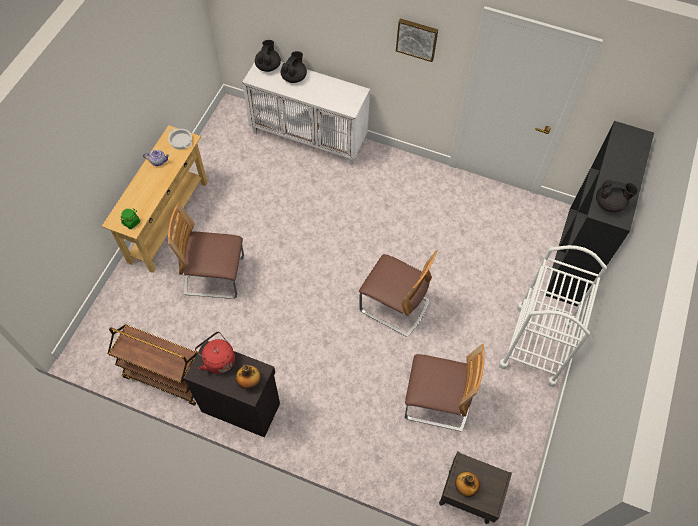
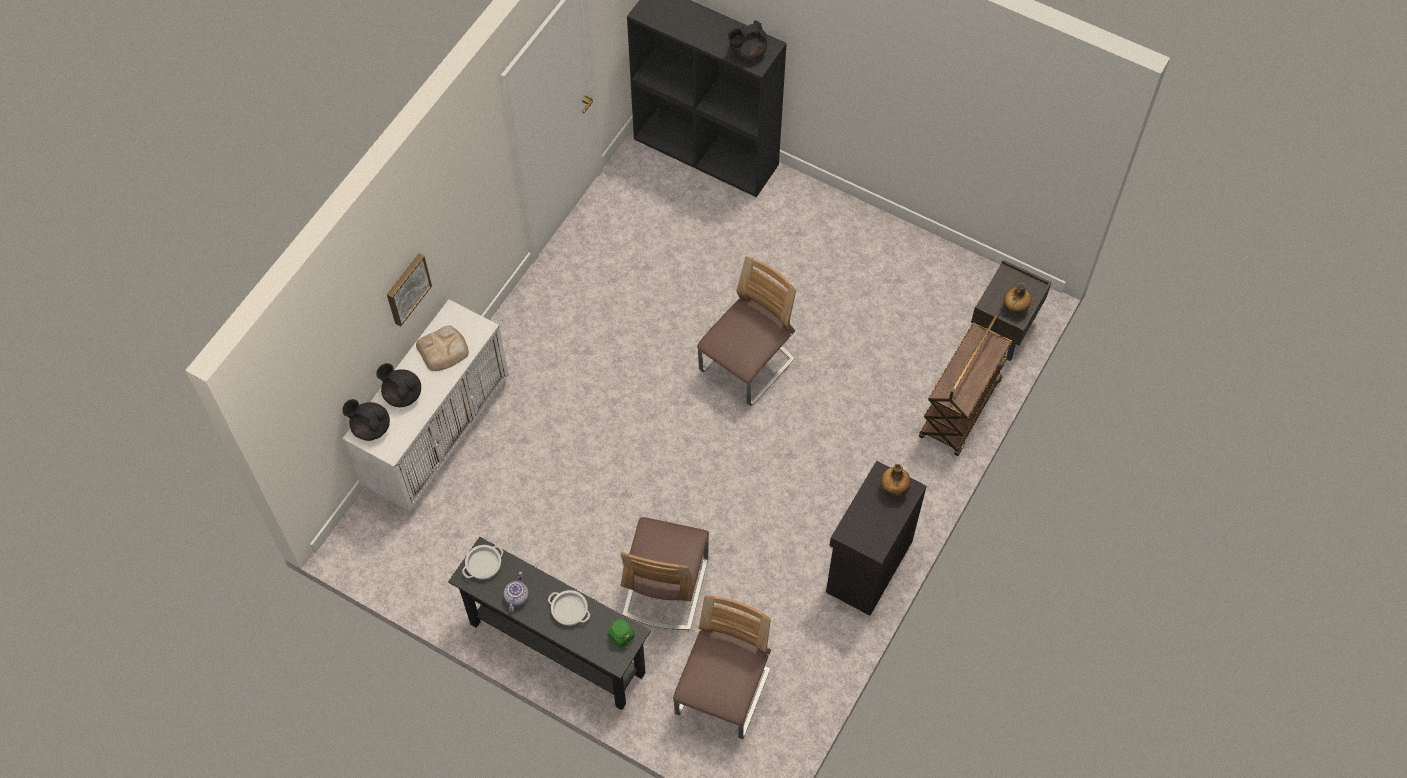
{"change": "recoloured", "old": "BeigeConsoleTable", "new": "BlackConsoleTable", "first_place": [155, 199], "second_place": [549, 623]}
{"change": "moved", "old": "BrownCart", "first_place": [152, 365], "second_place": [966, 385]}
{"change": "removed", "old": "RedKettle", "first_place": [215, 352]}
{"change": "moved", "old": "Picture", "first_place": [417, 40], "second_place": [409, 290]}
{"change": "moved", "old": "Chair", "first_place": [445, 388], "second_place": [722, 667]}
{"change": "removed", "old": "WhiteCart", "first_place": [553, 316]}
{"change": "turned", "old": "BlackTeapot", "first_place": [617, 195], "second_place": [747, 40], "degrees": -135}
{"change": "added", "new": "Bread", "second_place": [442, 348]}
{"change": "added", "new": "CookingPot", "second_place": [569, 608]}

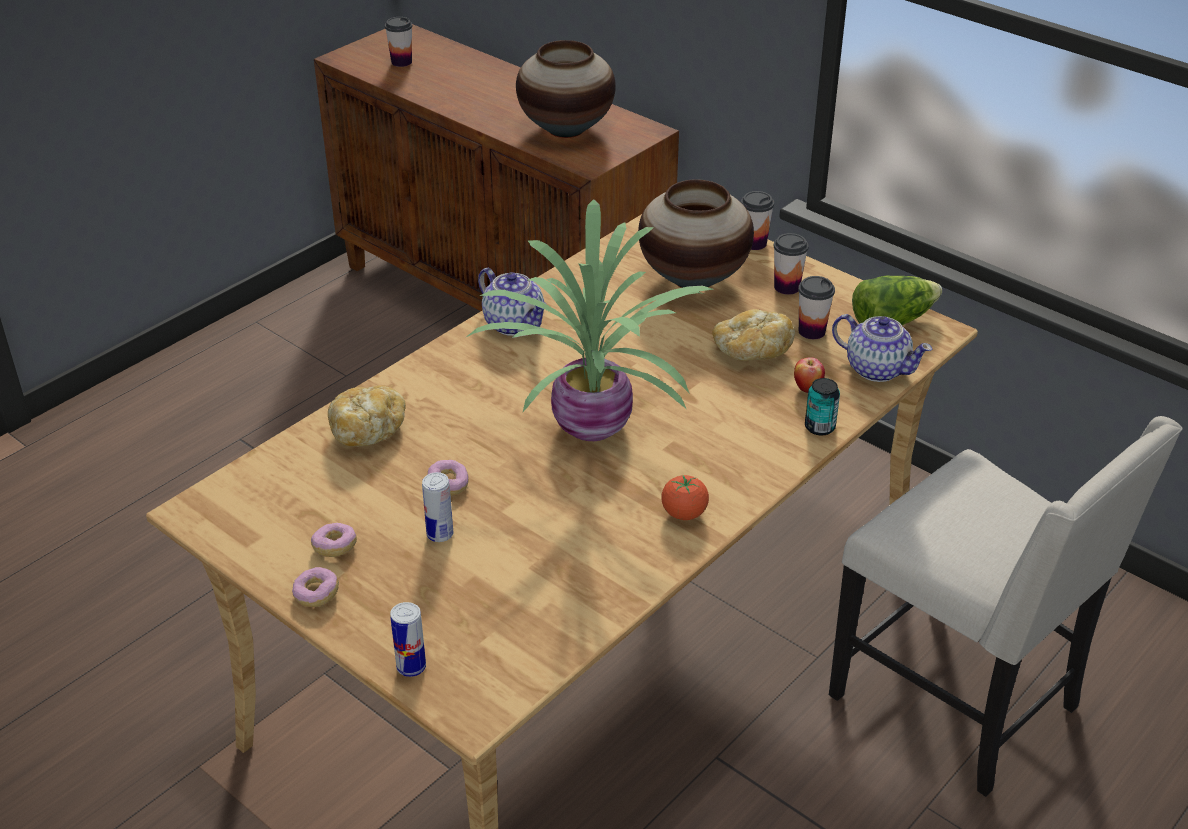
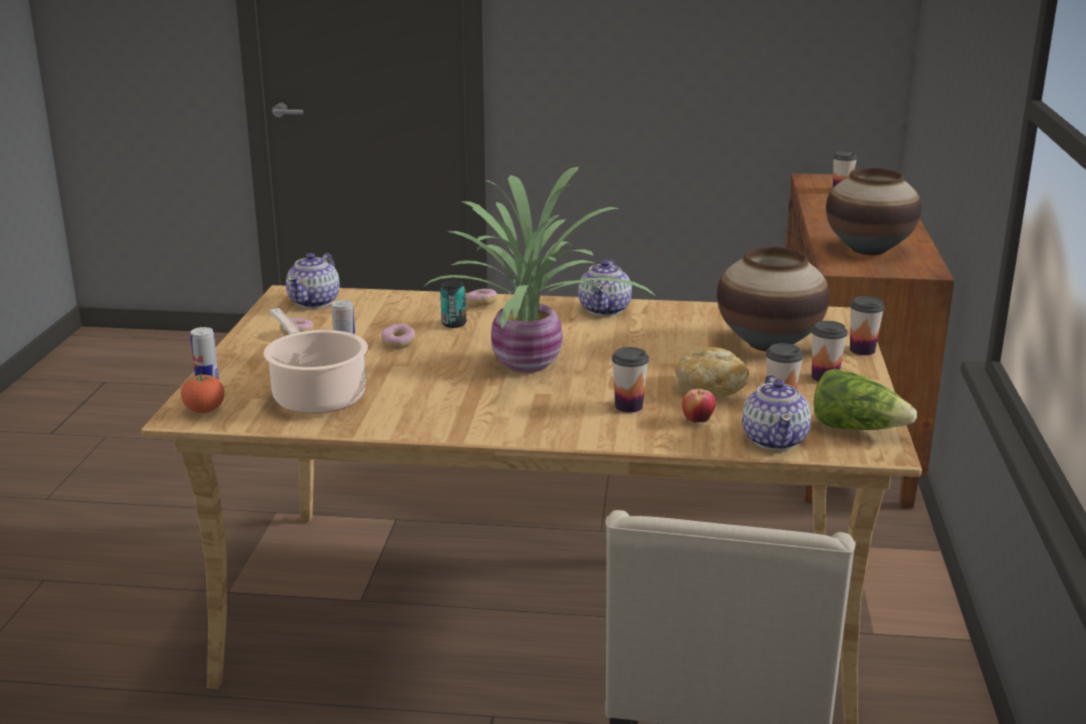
{"change": "moved", "old": "Donut", "first_place": [315, 587], "second_place": [481, 297]}
{"change": "removed", "old": "Bread", "first_place": [367, 415]}
{"change": "moved", "old": "Tomato", "first_place": [685, 497], "second_place": [202, 393]}
{"change": "moved", "old": "Can", "first_place": [822, 407], "second_place": [453, 304]}
{"change": "added", "new": "CookingPot", "second_place": [316, 361]}
{"change": "added", "new": "Teapot", "second_place": [313, 280]}
{"change": "added", "new": "Cup", "second_place": [630, 380]}

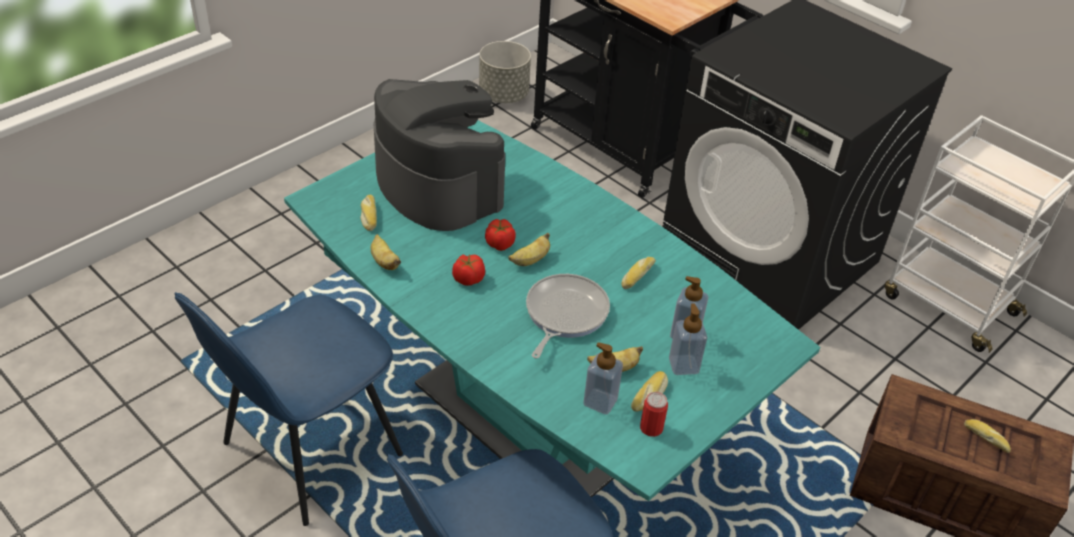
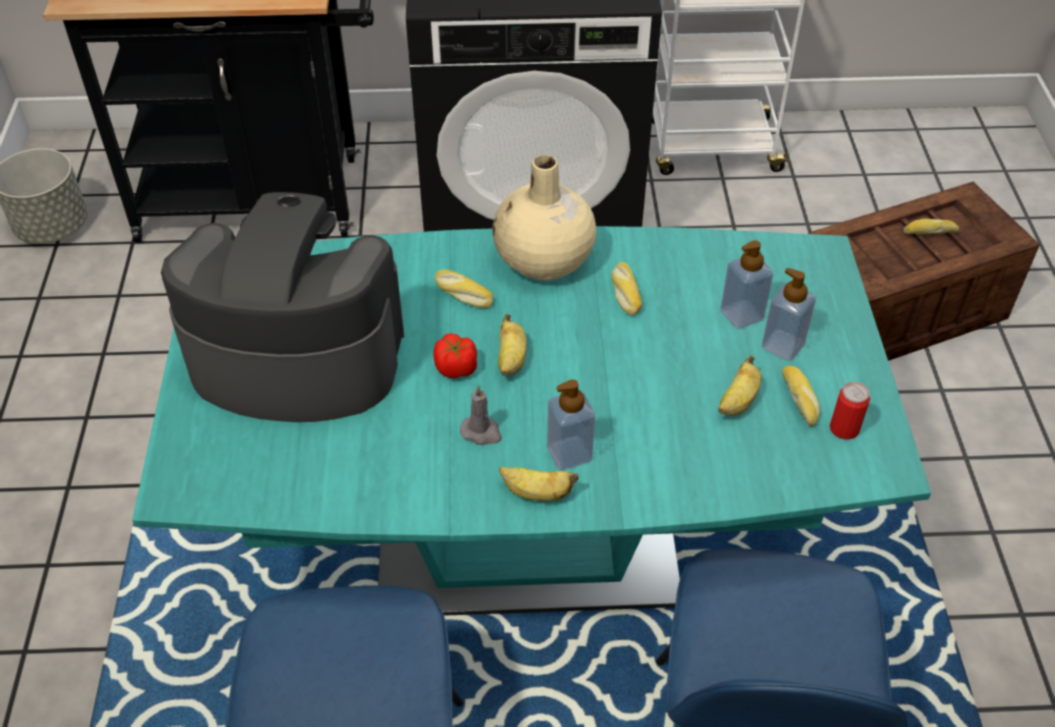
{"change": "moved", "old": "Bread", "first_place": [368, 213], "second_place": [463, 289]}
{"change": "moved", "old": "Banana", "first_place": [386, 252], "second_place": [539, 483]}
{"change": "replaced", "old": "Tomato", "new": "GreyCandle", "first_place": [468, 270], "second_place": [481, 415]}
{"change": "removed", "old": "FryingPan", "first_place": [568, 316]}
{"change": "moved", "old": "SoapDispenser", "first_place": [603, 378], "second_place": [571, 424]}
{"change": "added", "new": "BeigeVase", "second_place": [544, 218]}

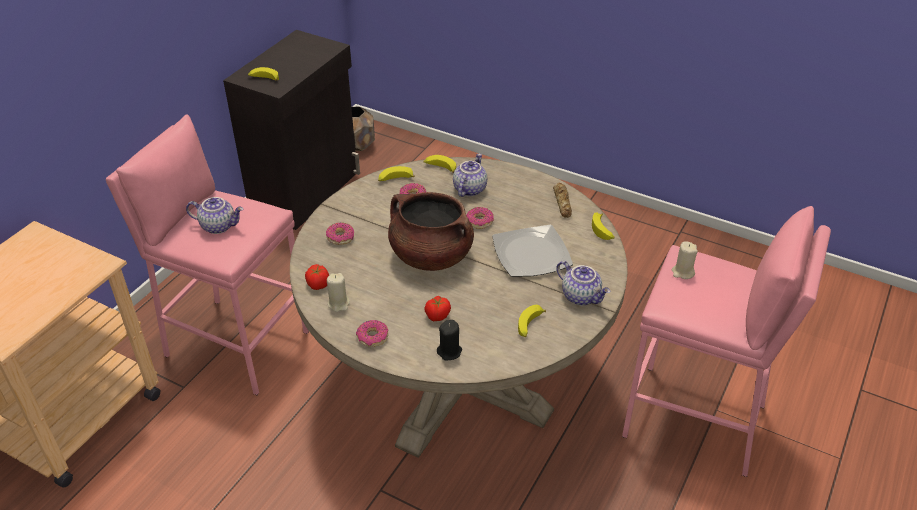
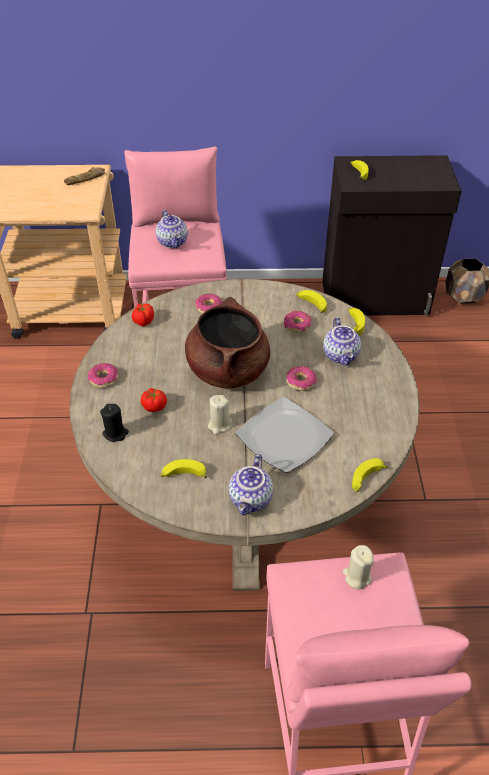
{"change": "moved", "old": "BeigeCandle", "first_place": [338, 292], "second_place": [220, 414]}
{"change": "turned", "old": "Teapot", "first_place": [470, 175], "second_place": [342, 341], "degrees": 90}
{"change": "moved", "old": "Bread", "first_place": [562, 200], "second_place": [84, 176]}

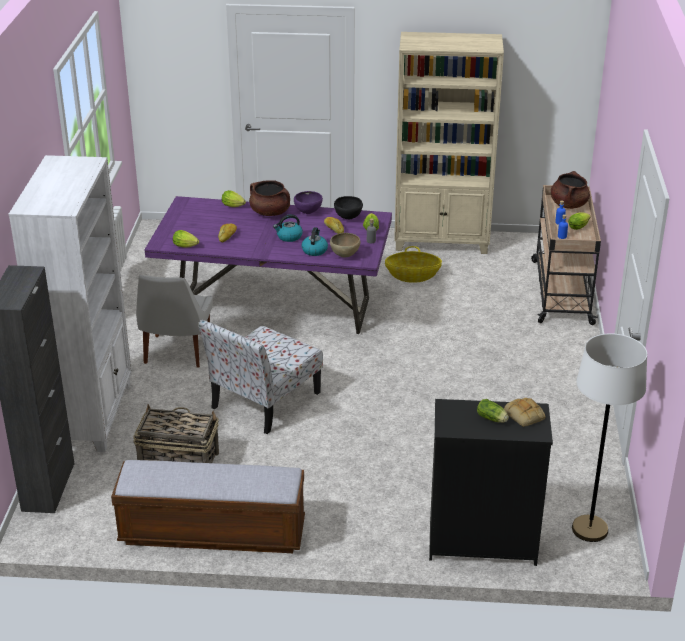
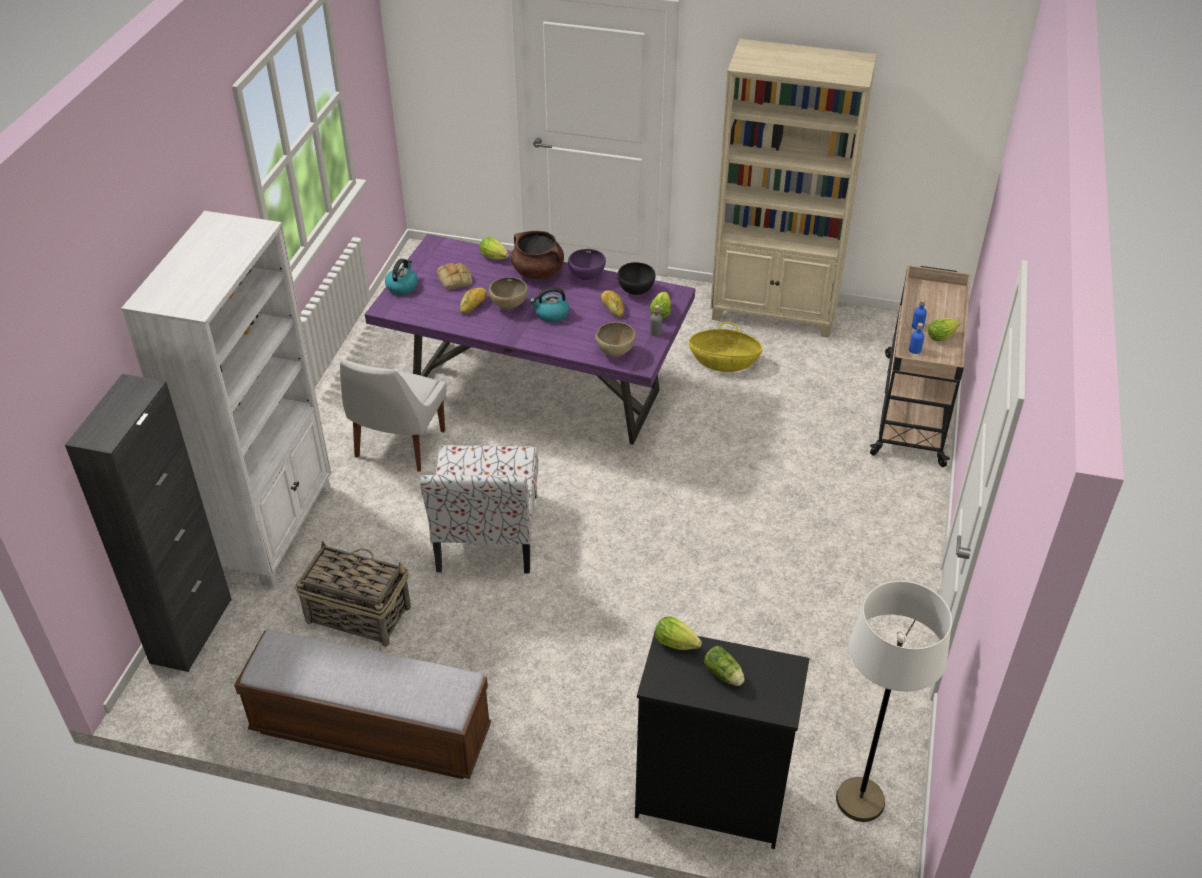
{"change": "moved", "old": "Lettuce", "first_place": [186, 239], "second_place": [678, 633]}
{"change": "turned", "old": "Chair", "first_place": [260, 376], "second_place": [479, 509], "degrees": -45}
{"change": "moved", "old": "Kettle", "first_place": [315, 241], "second_place": [401, 277]}
{"change": "moved", "old": "Bread", "first_place": [525, 412], "second_place": [455, 276]}
{"change": "removed", "old": "BrownCookingPot", "first_place": [570, 190]}
{"change": "added", "new": "BrownBowl", "second_place": [508, 293]}

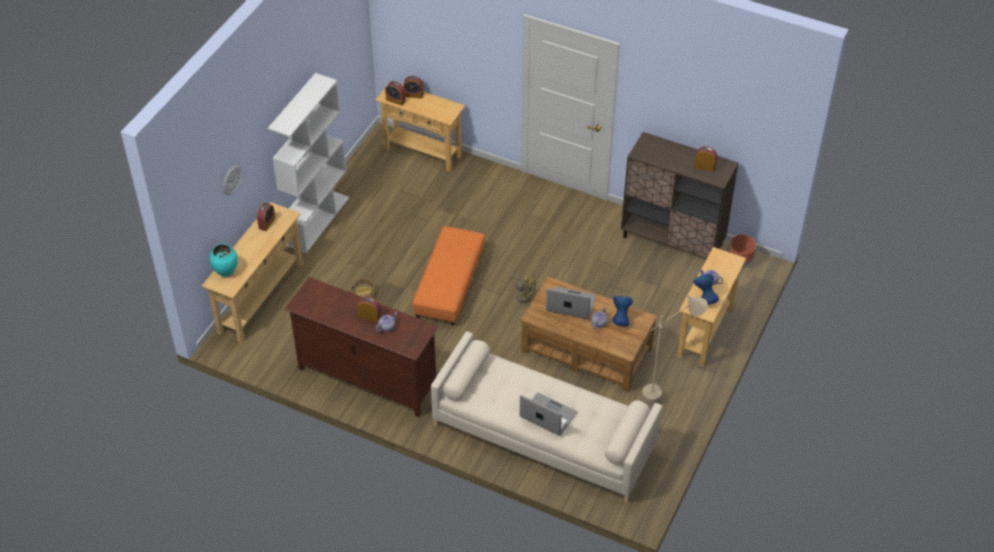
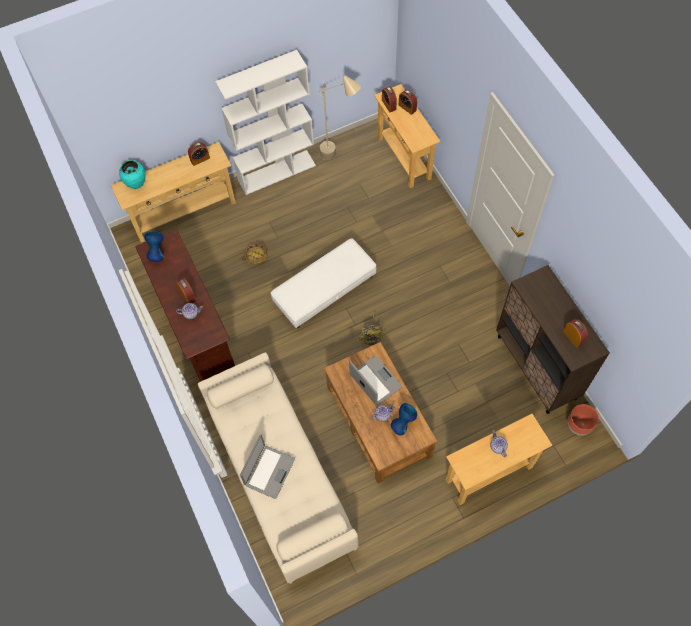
{"change": "removed", "old": "WallClock", "first_place": [232, 180]}
{"change": "recoloured", "old": "OrangeOttoman", "new": "WhiteOttoman", "first_place": [449, 275], "second_place": [323, 283]}
{"change": "turned", "old": "Laptop", "first_place": [548, 414], "second_place": [267, 467], "degrees": 45}
{"change": "moved", "old": "BeigeFloorLamp", "first_place": [675, 352], "second_place": [339, 117]}
{"change": "moved", "old": "BlueVase", "first_place": [706, 289], "second_place": [154, 247]}

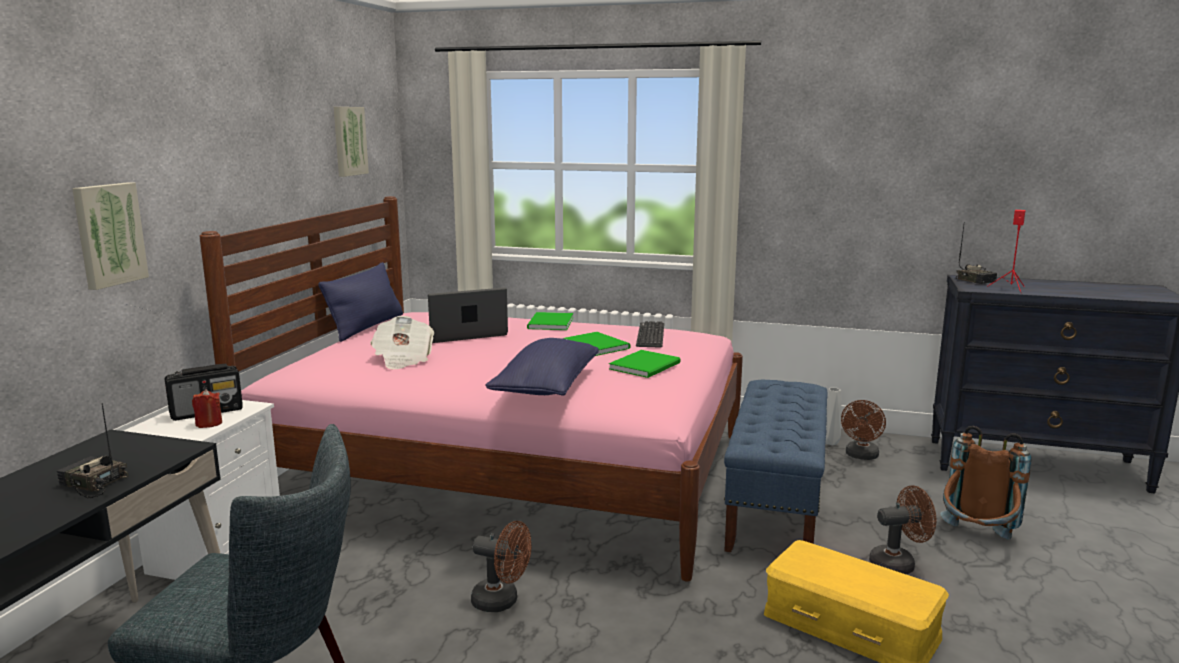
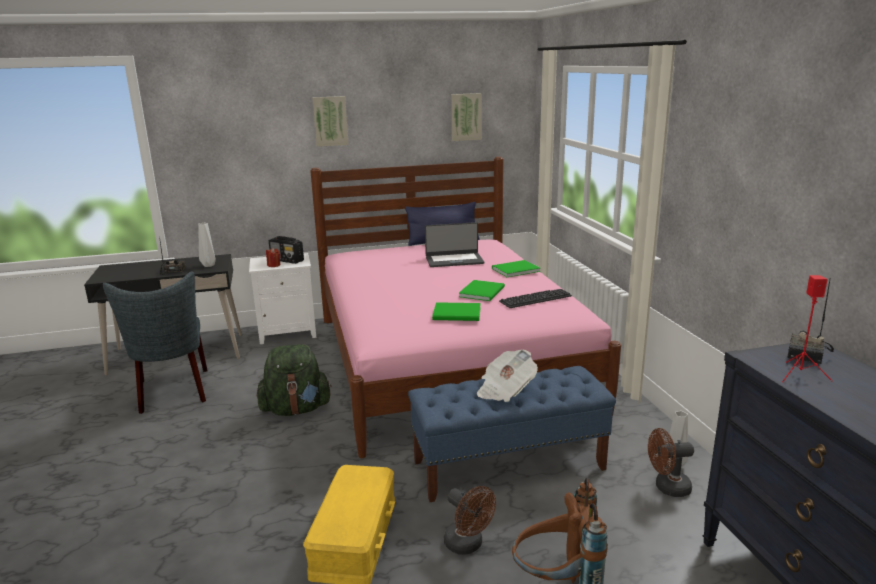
{"change": "moved", "old": "Picture", "first_place": [110, 236], "second_place": [330, 121]}
{"change": "moved", "old": "Newspaper", "first_place": [402, 343], "second_place": [507, 376]}
{"change": "turned", "old": "Laptop", "first_place": [468, 315], "second_place": [455, 244], "degrees": 135}
{"change": "replaced", "old": "BrownFan", "new": "GreenBackpack", "first_place": [501, 566], "second_place": [294, 380]}
{"change": "removed", "old": "BluePillow", "first_place": [542, 367]}
{"change": "added", "new": "GreyVase", "second_place": [207, 245]}

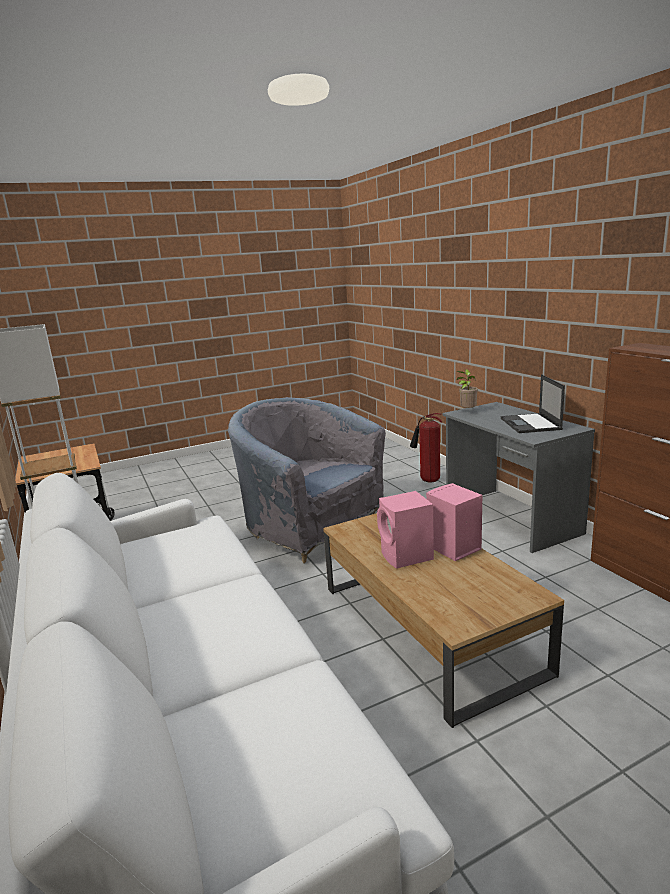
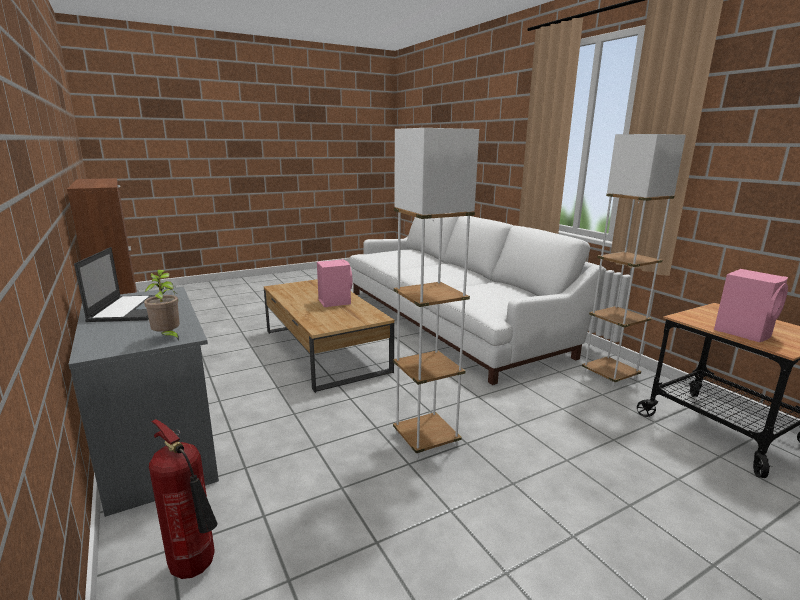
{"change": "replaced", "old": "GreyArmchair", "new": "WhiteFloorLamp", "first_place": [307, 480], "second_place": [436, 293]}
{"change": "moved", "old": "PinkSpeaker", "first_place": [454, 522], "second_place": [751, 305]}

